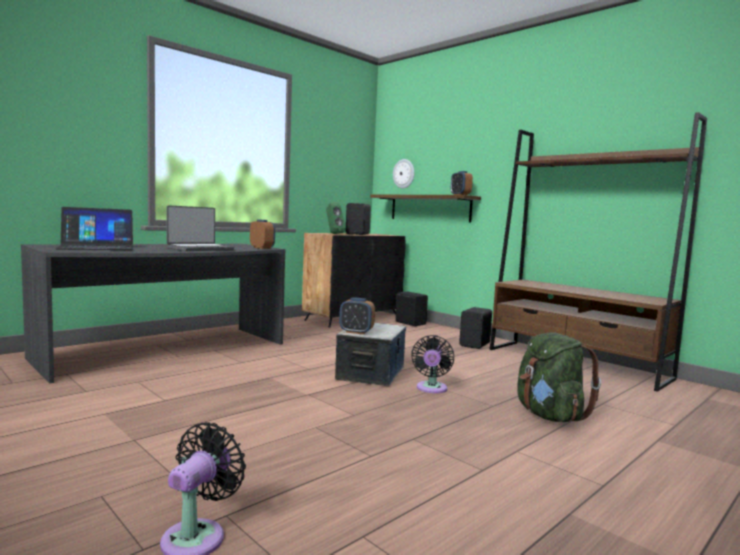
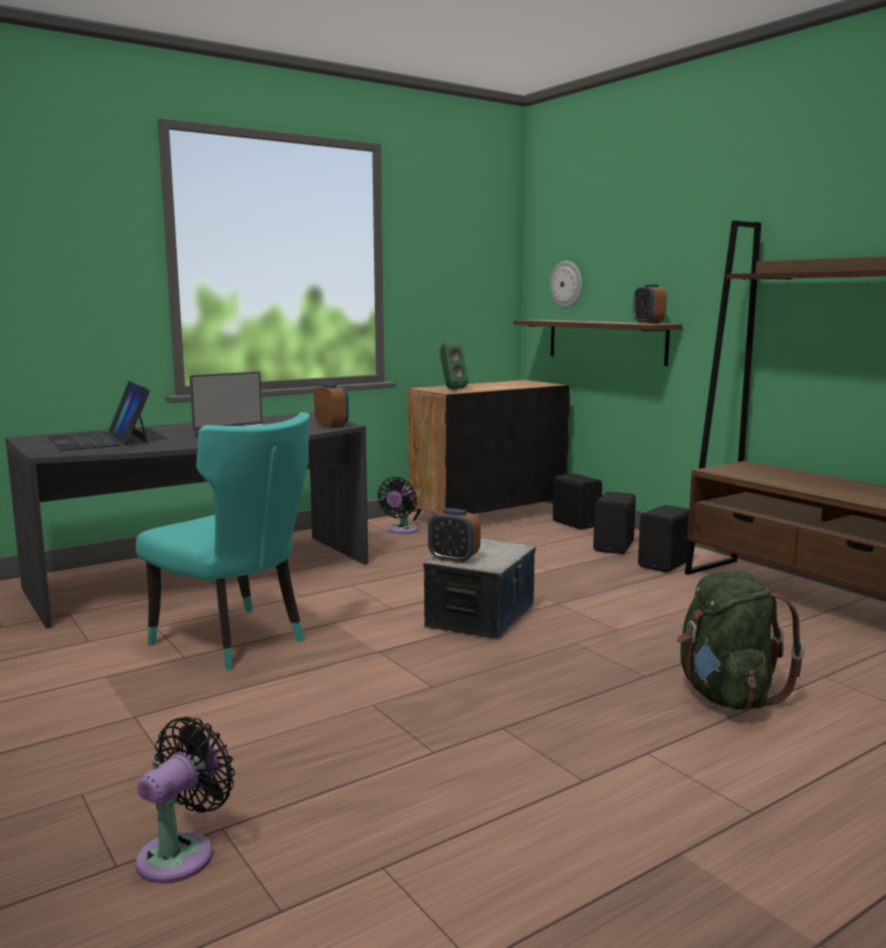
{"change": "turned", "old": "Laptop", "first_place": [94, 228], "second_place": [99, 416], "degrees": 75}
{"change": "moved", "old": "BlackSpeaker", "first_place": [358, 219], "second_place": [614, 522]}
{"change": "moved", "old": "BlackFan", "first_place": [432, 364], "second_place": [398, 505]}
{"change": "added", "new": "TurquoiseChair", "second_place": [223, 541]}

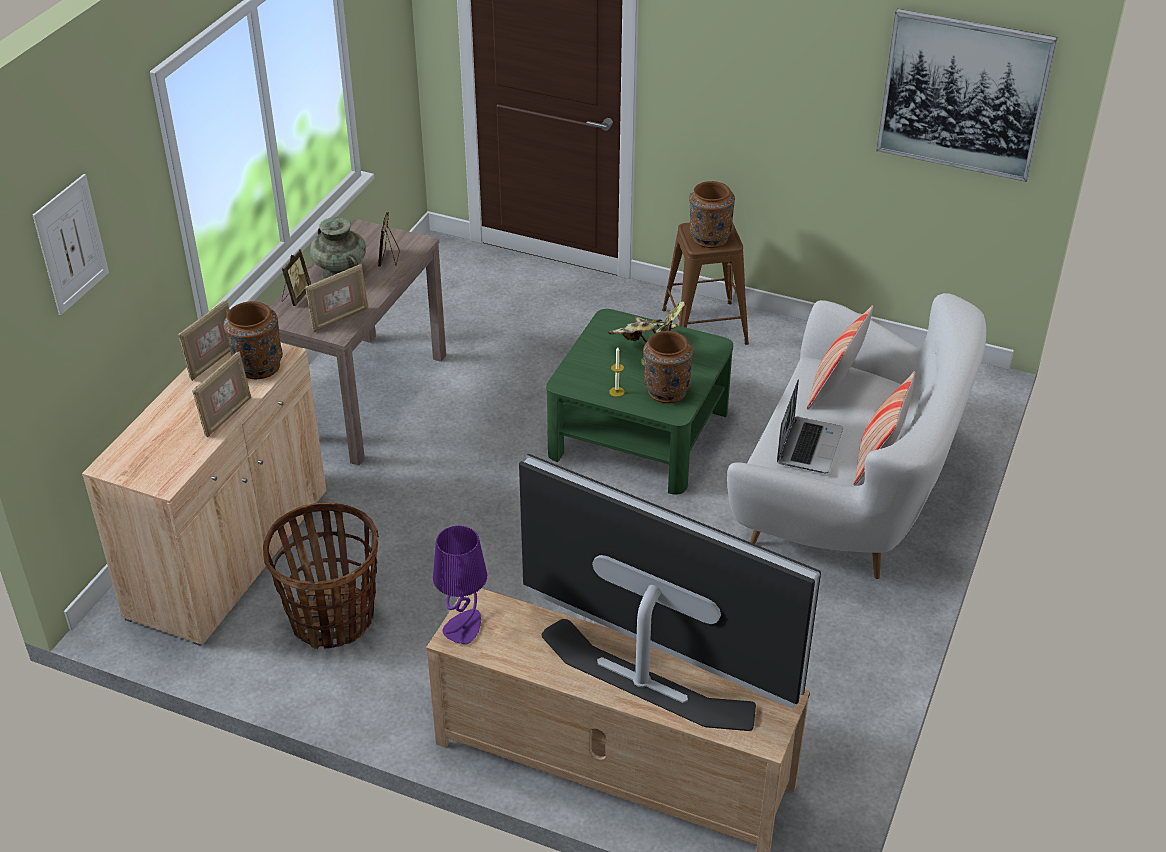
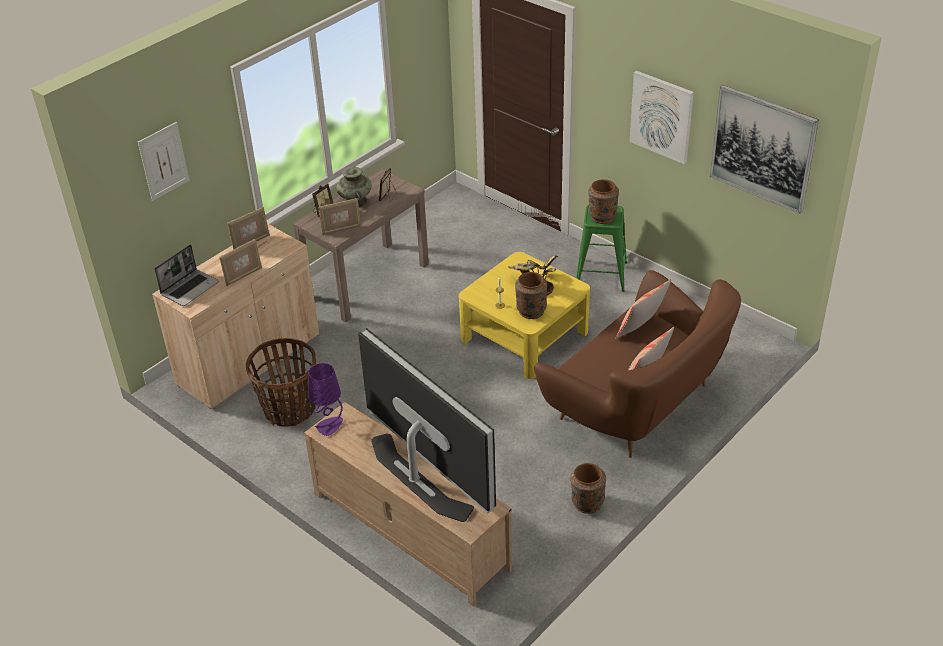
{"change": "moved", "old": "BrownVase", "first_place": [253, 340], "second_place": [588, 488]}
{"change": "recoloured", "old": "GreenCoffeeTable", "new": "YellowCoffeeTable", "first_place": [639, 402], "second_place": [524, 315]}
{"change": "recoloured", "old": "BrownStool", "new": "GreenStool", "first_place": [705, 283], "second_place": [601, 248]}
{"change": "recoloured", "old": "WhiteSofa", "new": "BrownSofa", "first_place": [856, 436], "second_place": [638, 364]}
{"change": "moved", "old": "Laptop", "first_place": [810, 426], "second_place": [186, 275]}
{"change": "added", "new": "Picture", "second_place": [662, 117]}

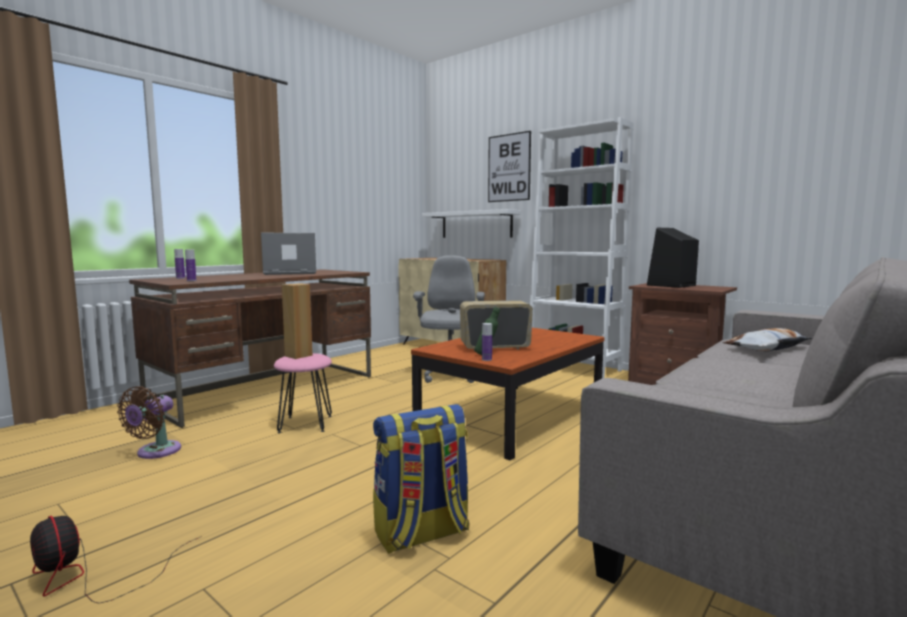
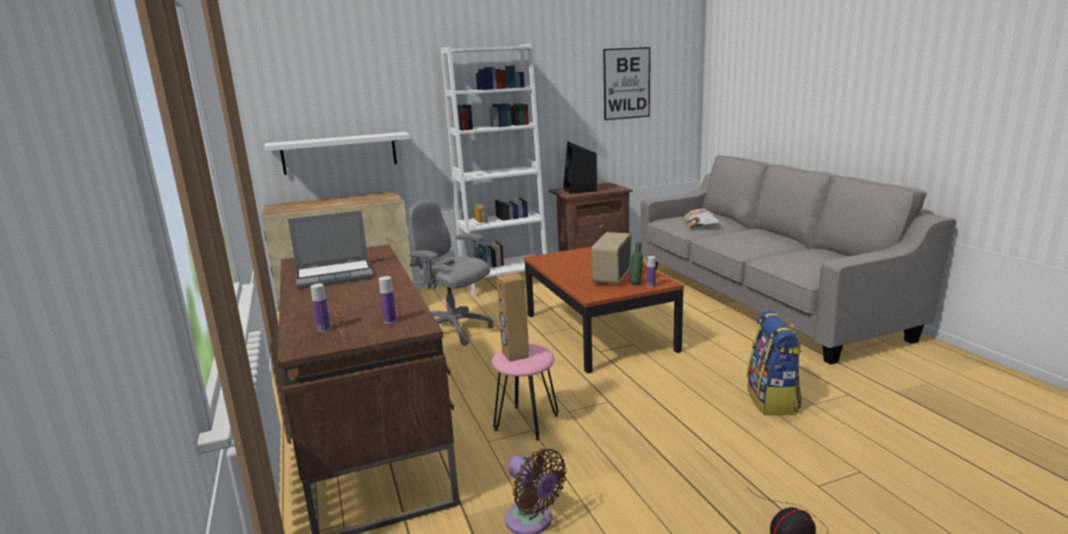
{"change": "turned", "old": "Laptop", "first_place": [288, 254], "second_place": [331, 249], "degrees": -120}
{"change": "moved", "old": "Picture", "first_place": [509, 166], "second_place": [626, 83]}

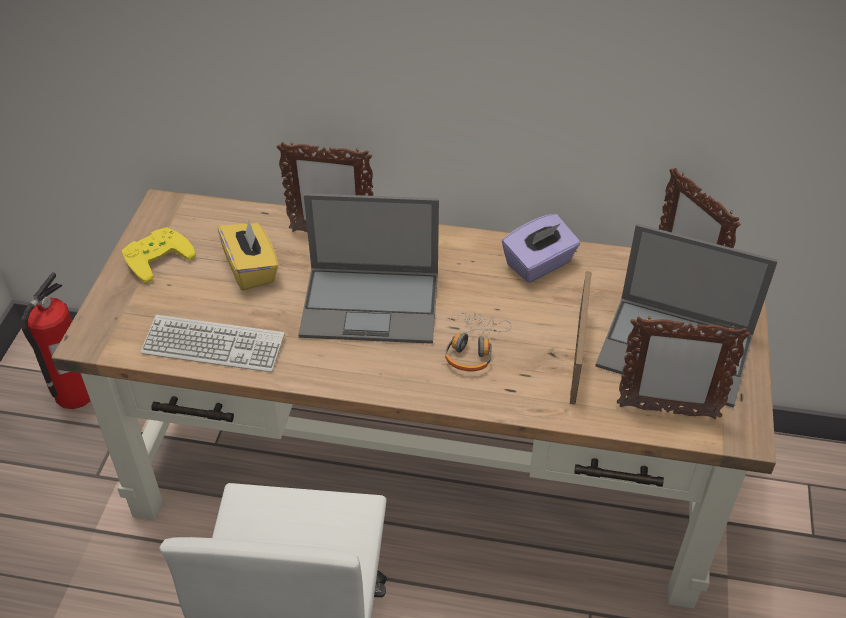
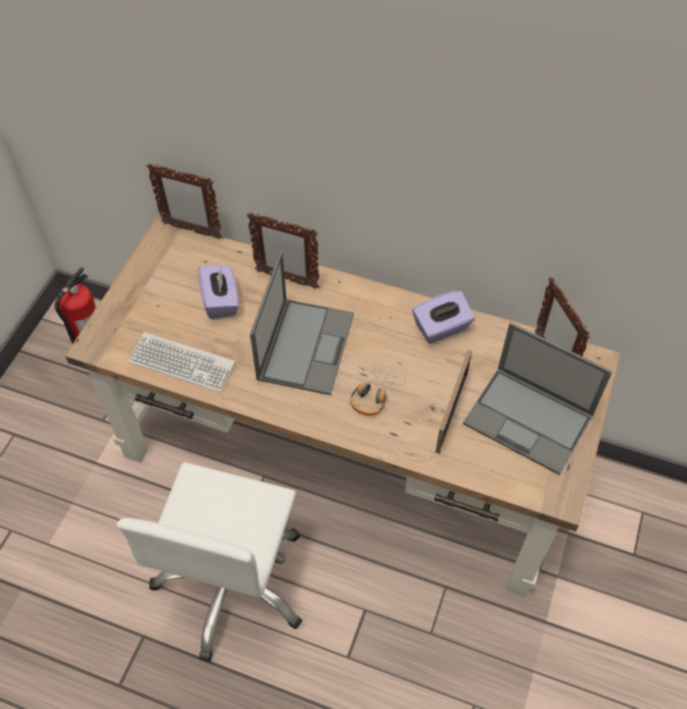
{"change": "removed", "old": "YellowGameController", "first_place": [159, 255]}
{"change": "recoloured", "old": "YellowTissueBox", "new": "PurpleTissueBox", "first_place": [248, 255], "second_place": [218, 292]}
{"change": "turned", "old": "Laptop", "first_place": [368, 268], "second_place": [302, 323], "degrees": -90}
{"change": "moved", "old": "PictureFrame", "first_place": [683, 367], "second_place": [184, 201]}

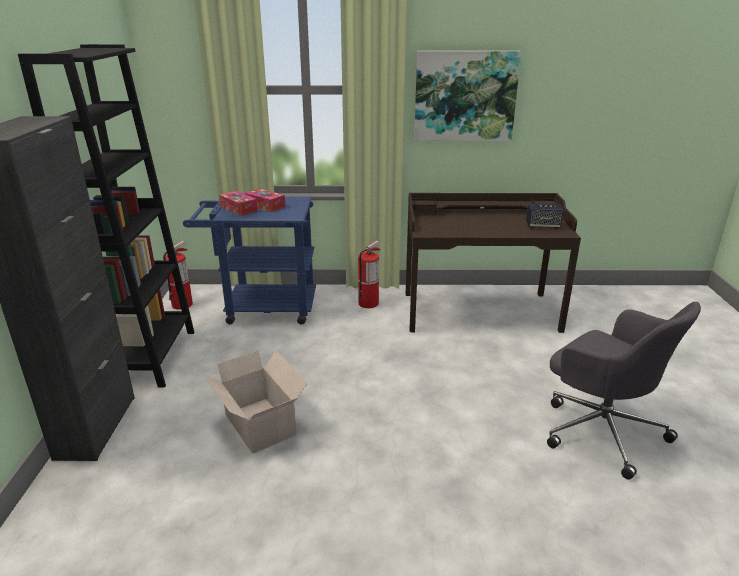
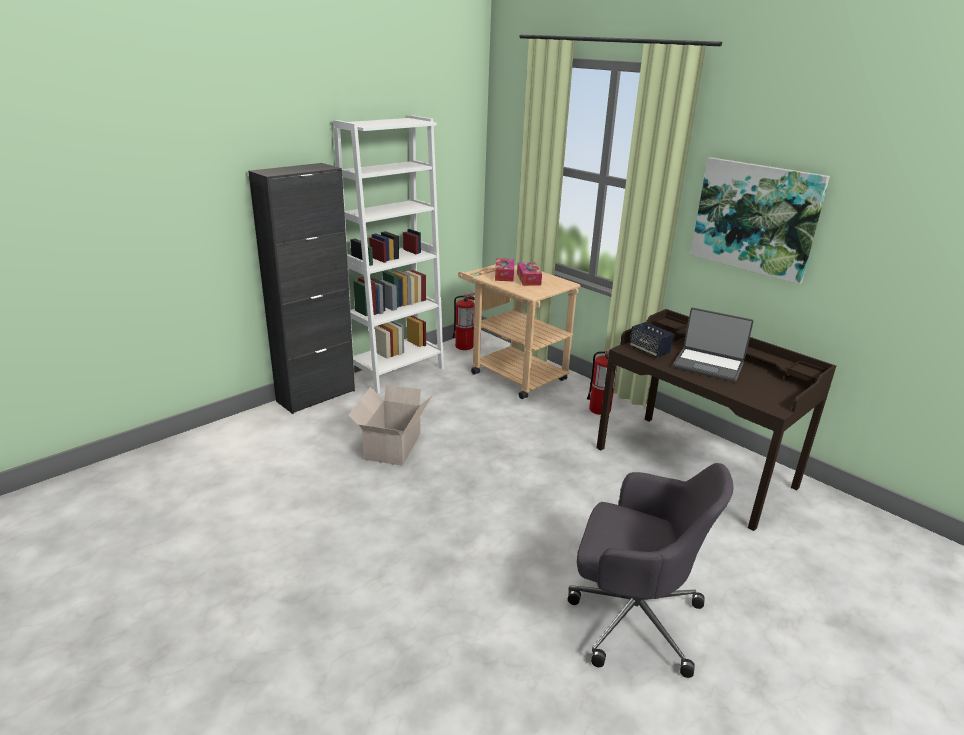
{"change": "recoloured", "old": "BlackBookcase", "new": "WhiteBookcase", "first_place": [106, 216], "second_place": [388, 254]}
{"change": "recoloured", "old": "BlueCart", "new": "BeigeCart", "first_place": [249, 261], "second_place": [519, 331]}
{"change": "moved", "old": "Speaker", "first_place": [545, 216], "second_place": [651, 340]}
{"change": "turned", "old": "GreyOfficeChair", "first_place": [624, 391], "second_place": [651, 570], "degrees": -75}
{"change": "added", "new": "Laptop", "second_place": [713, 344]}

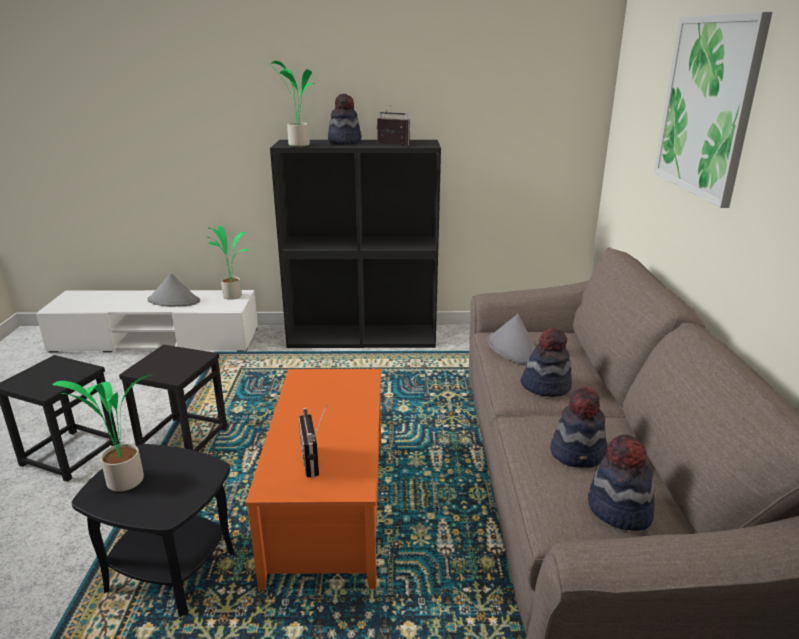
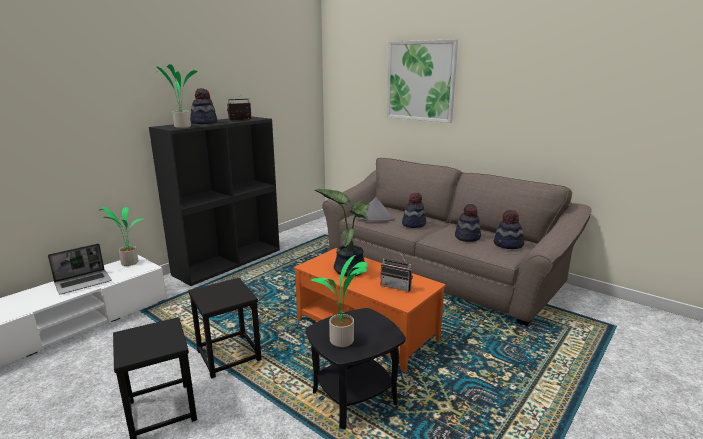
{"change": "replaced", "old": "GreyHat", "new": "Laptop", "first_place": [173, 290], "second_place": [80, 269]}
{"change": "added", "new": "PottedPlant", "second_place": [342, 233]}

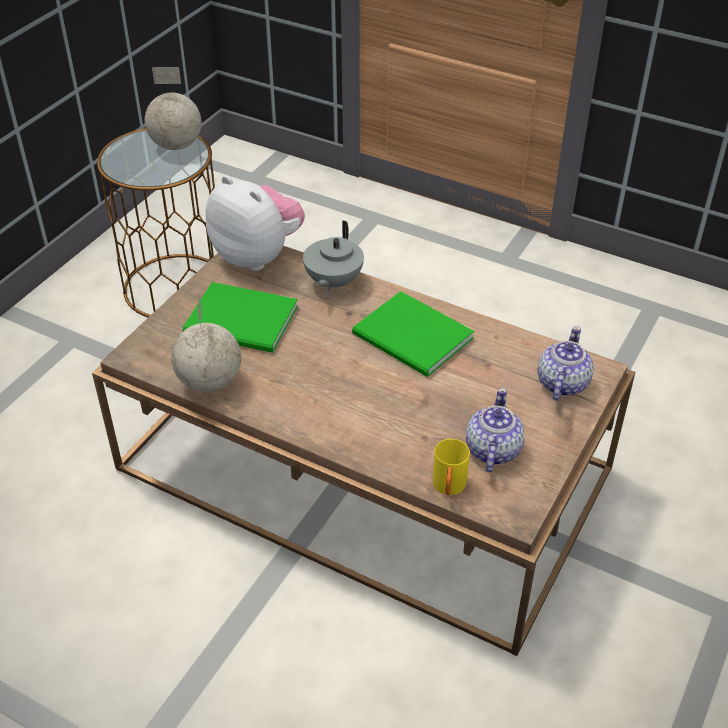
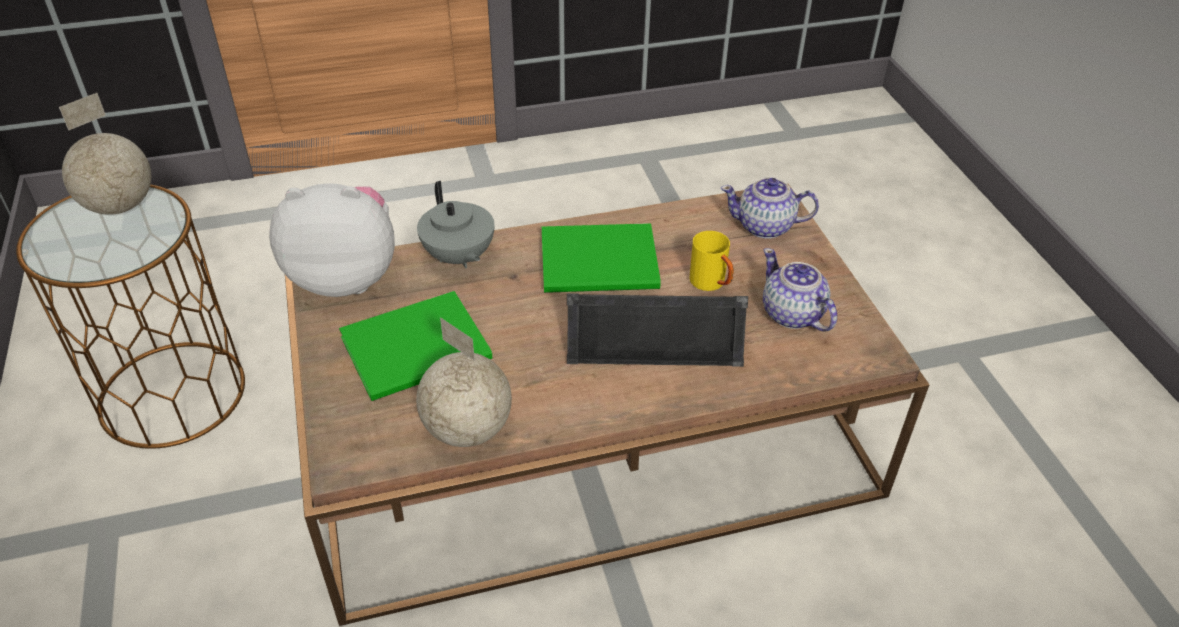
{"change": "moved", "old": "YellowMug", "first_place": [451, 467], "second_place": [711, 261]}
{"change": "turned", "old": "Teapot", "first_place": [566, 363], "second_place": [770, 208], "degrees": -60}
{"change": "added", "new": "BlackSpeaker", "second_place": [657, 330]}

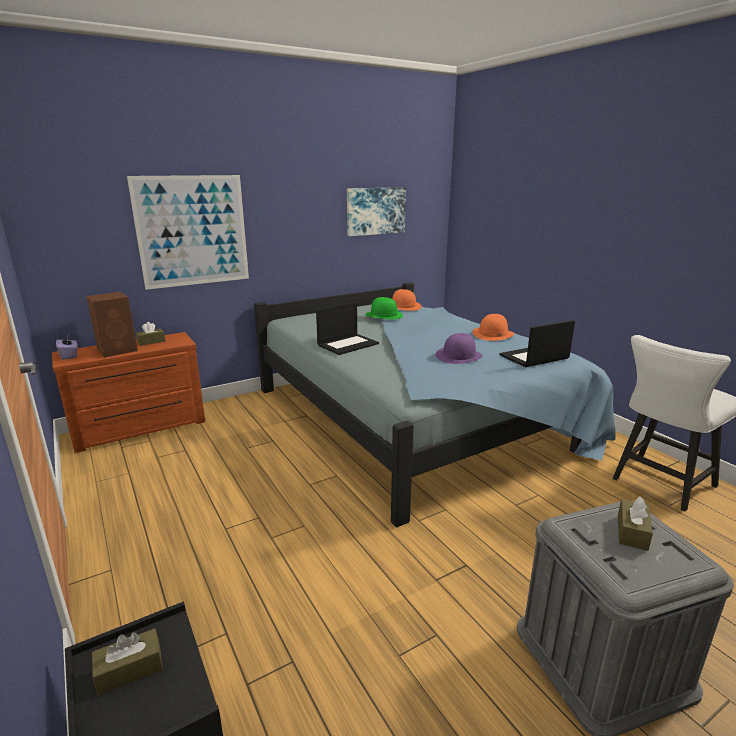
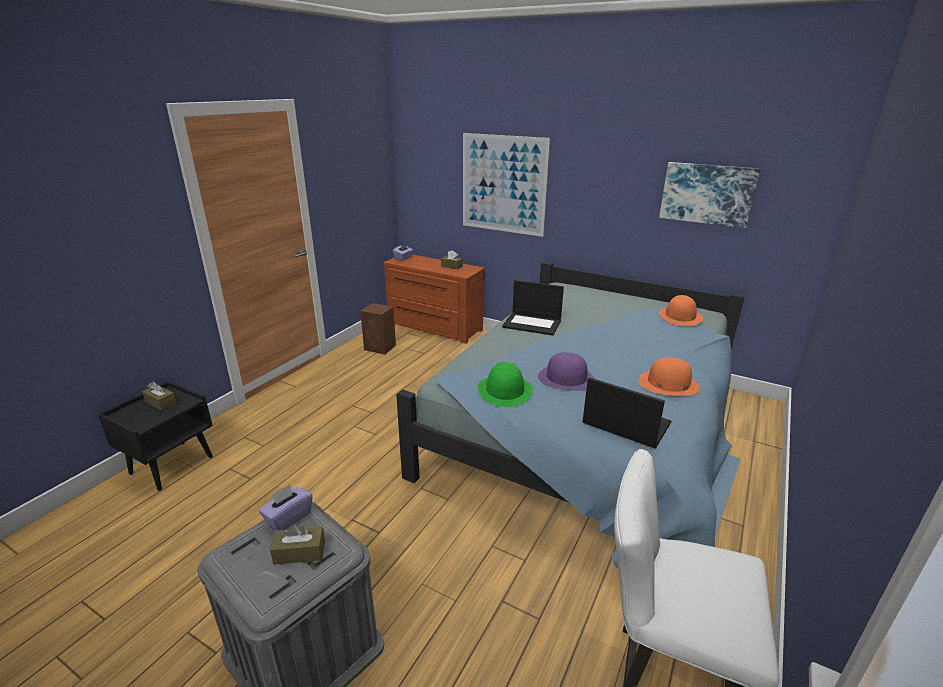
{"change": "moved", "old": "BrownSpeaker", "first_place": [112, 325], "second_place": [378, 329]}
{"change": "moved", "old": "GreenHat", "first_place": [384, 308], "second_place": [505, 384]}
{"change": "added", "new": "PurpleTissueBox", "second_place": [286, 507]}

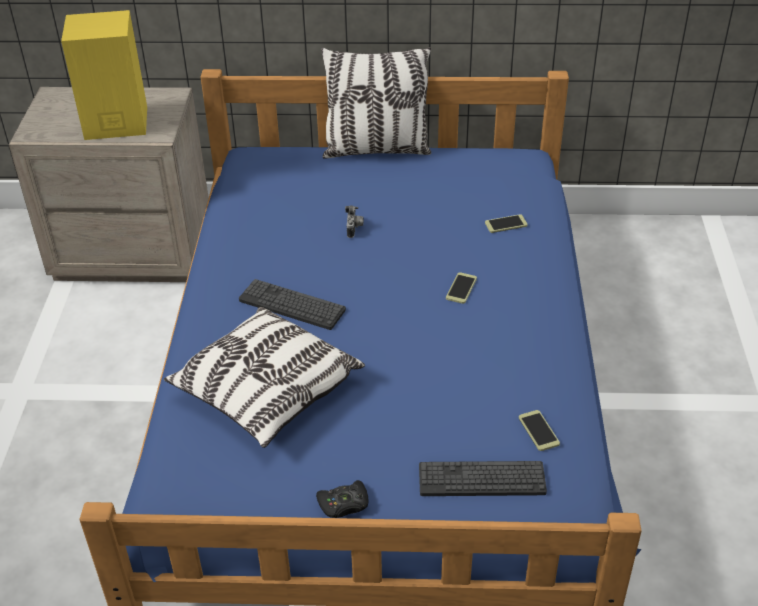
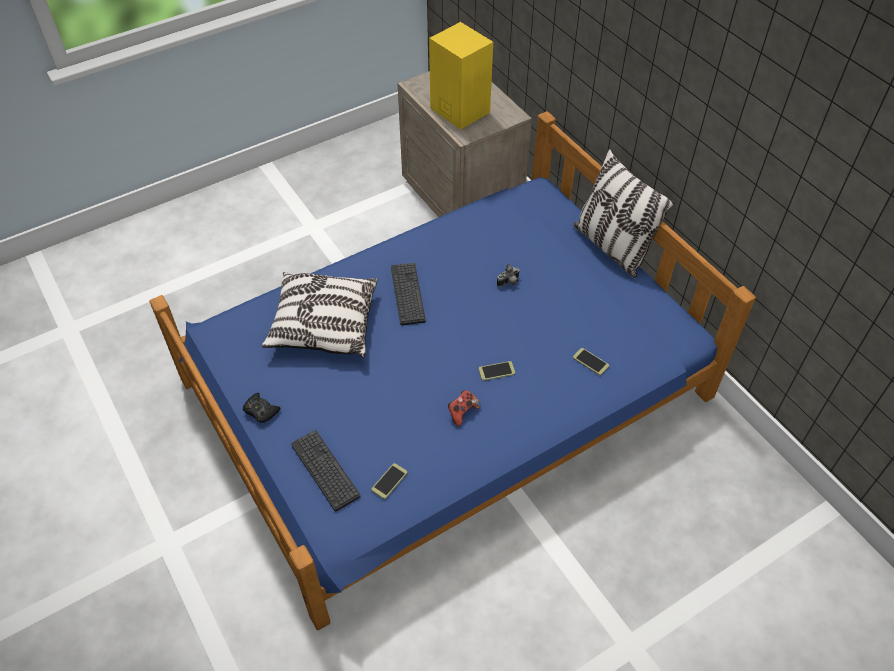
{"change": "added", "new": "GameController", "second_place": [464, 408]}

